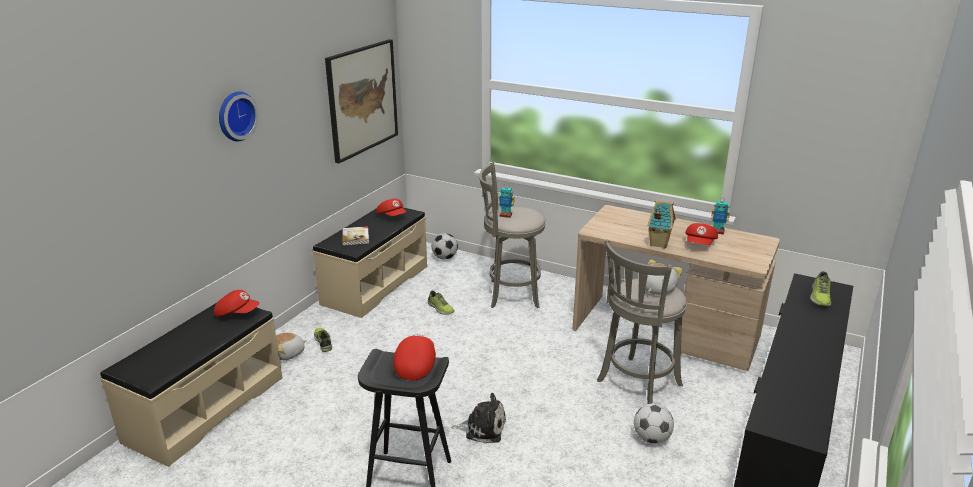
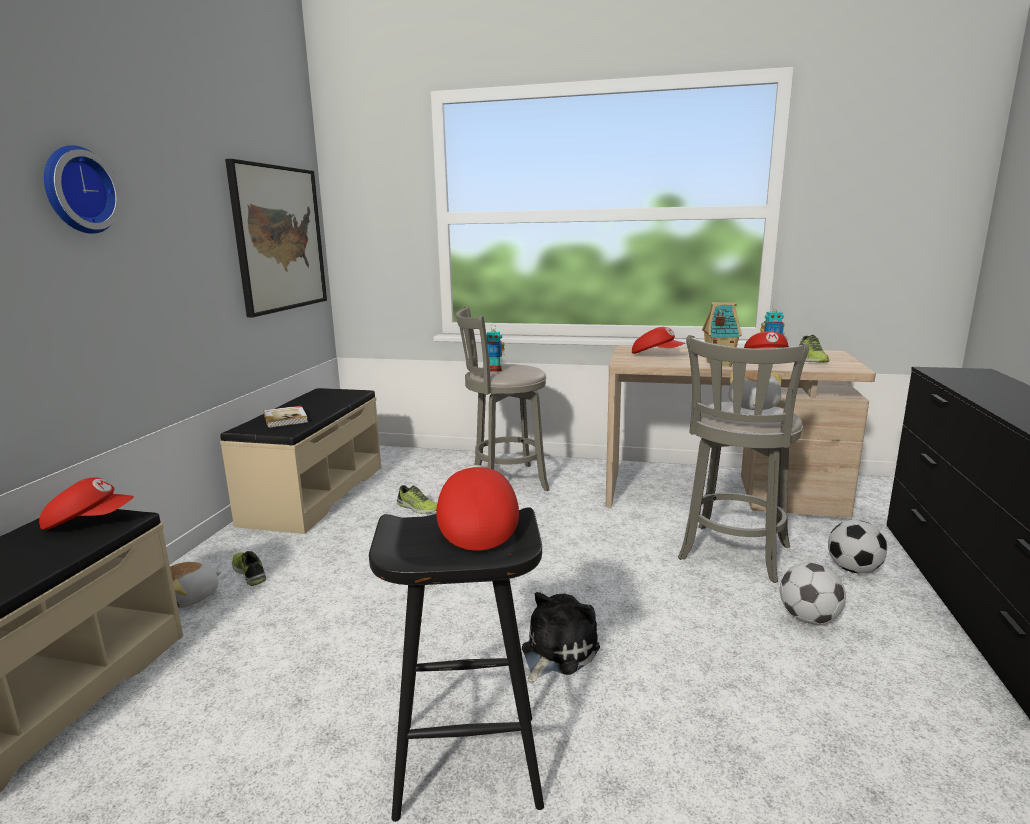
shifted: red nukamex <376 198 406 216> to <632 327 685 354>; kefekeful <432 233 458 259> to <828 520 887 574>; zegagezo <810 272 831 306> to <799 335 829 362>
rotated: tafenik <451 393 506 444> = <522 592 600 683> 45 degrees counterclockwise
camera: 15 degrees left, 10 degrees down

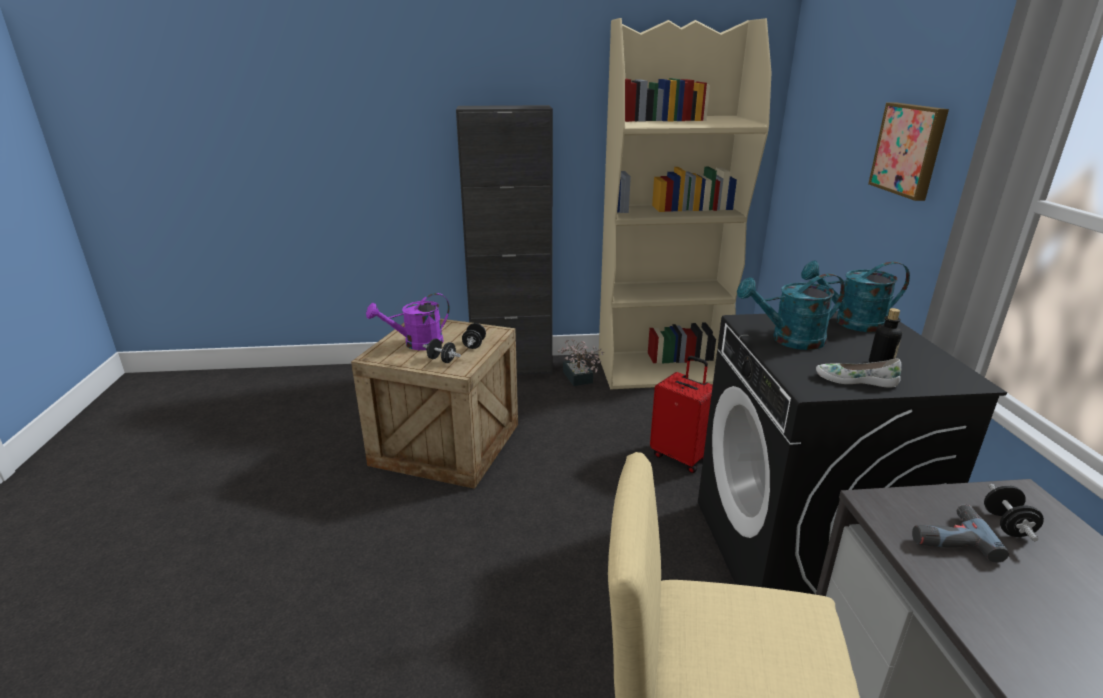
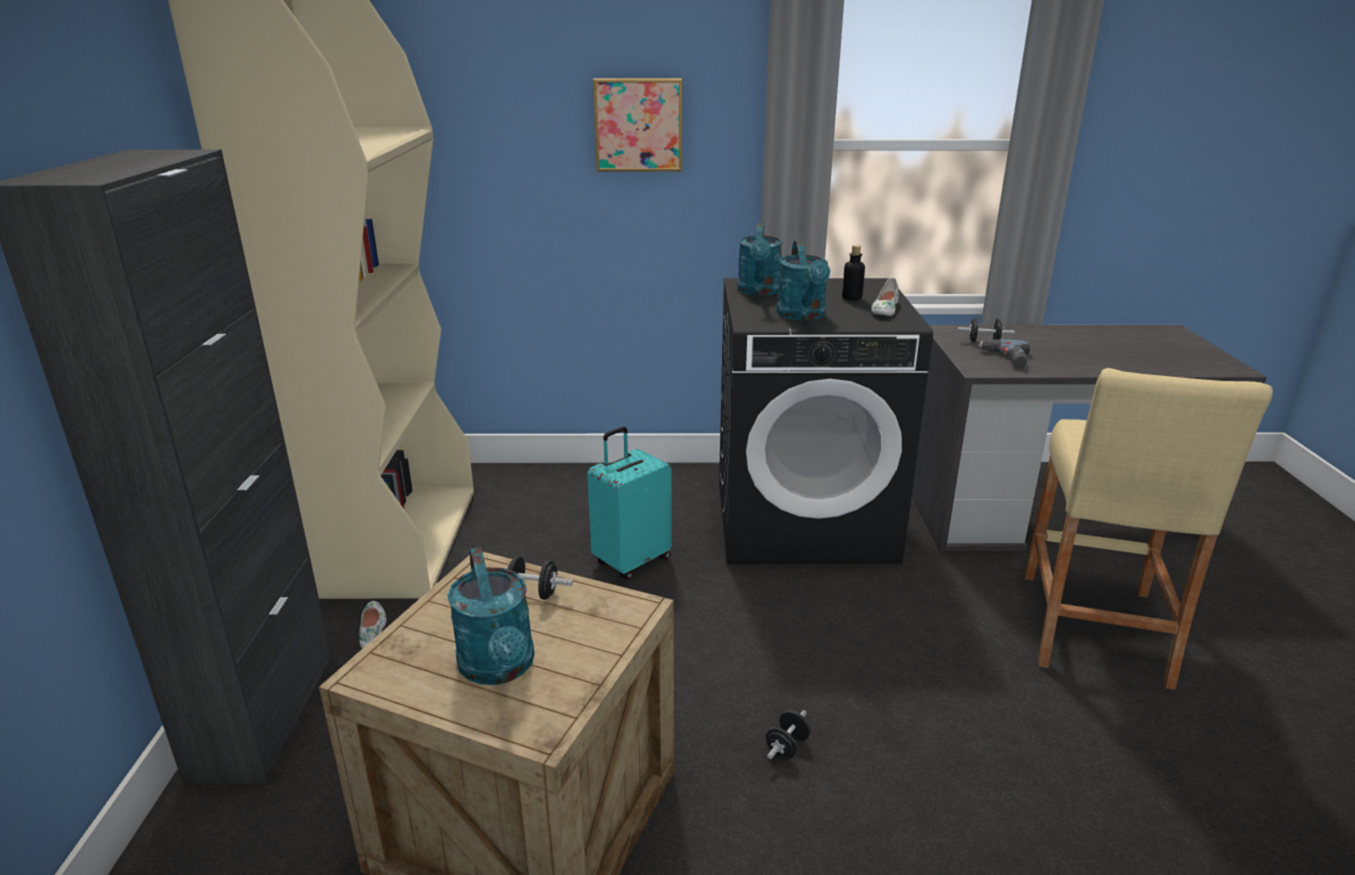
shifted: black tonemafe <423 338 461 363> to <766 710 811 759>
swapped: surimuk <558 339 604 386> to white zegagezo <359 601 386 649>
repainted: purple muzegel <366 293 450 350> to turquoise muzegel <448 547 535 685>; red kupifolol <650 356 713 473> to turquoise kupifolol <587 426 672 580>
camera: 85 degrees left, 0 degrees up

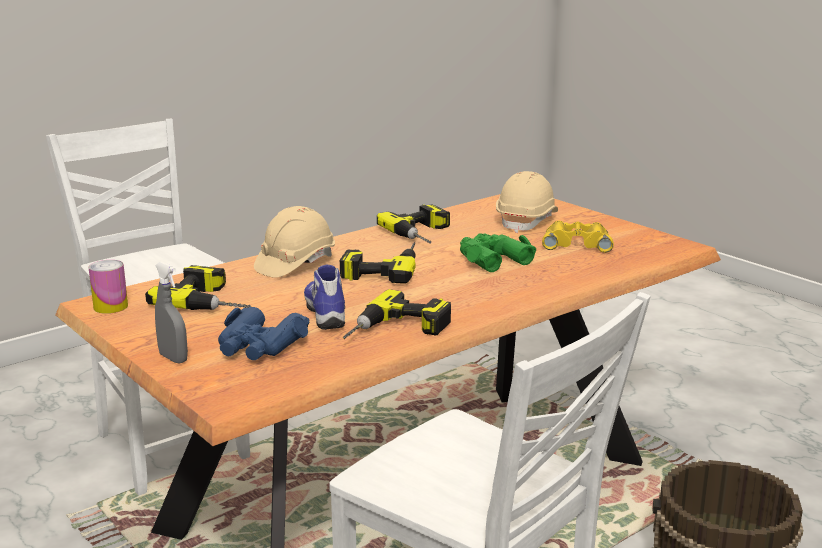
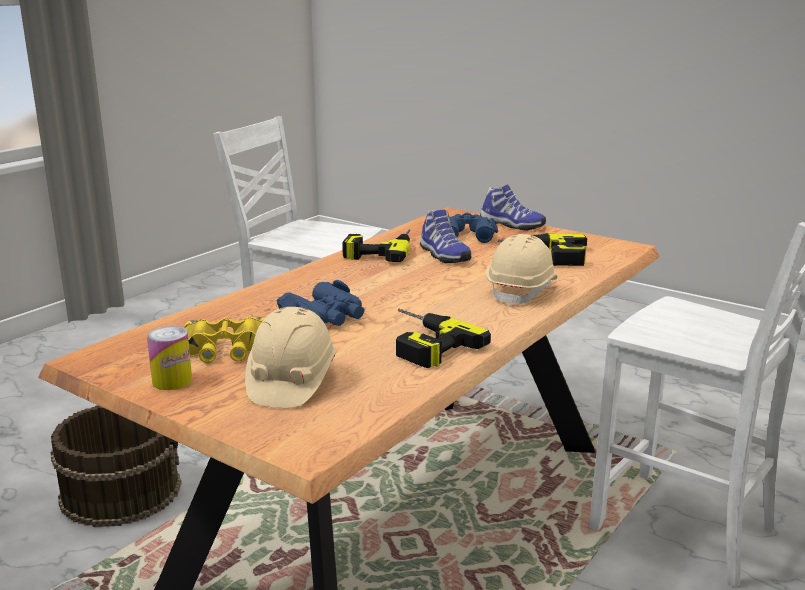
gone: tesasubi <340 242 416 284>
shifted: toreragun <88 260 128 314> to <147 326 192 390>
swapped: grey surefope <155 261 188 364> to zegagezo <480 184 546 231>
repainted: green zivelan <460 233 536 272> to blue zivelan <276 280 364 326>
camera: 165 degrees right, 0 degrees up

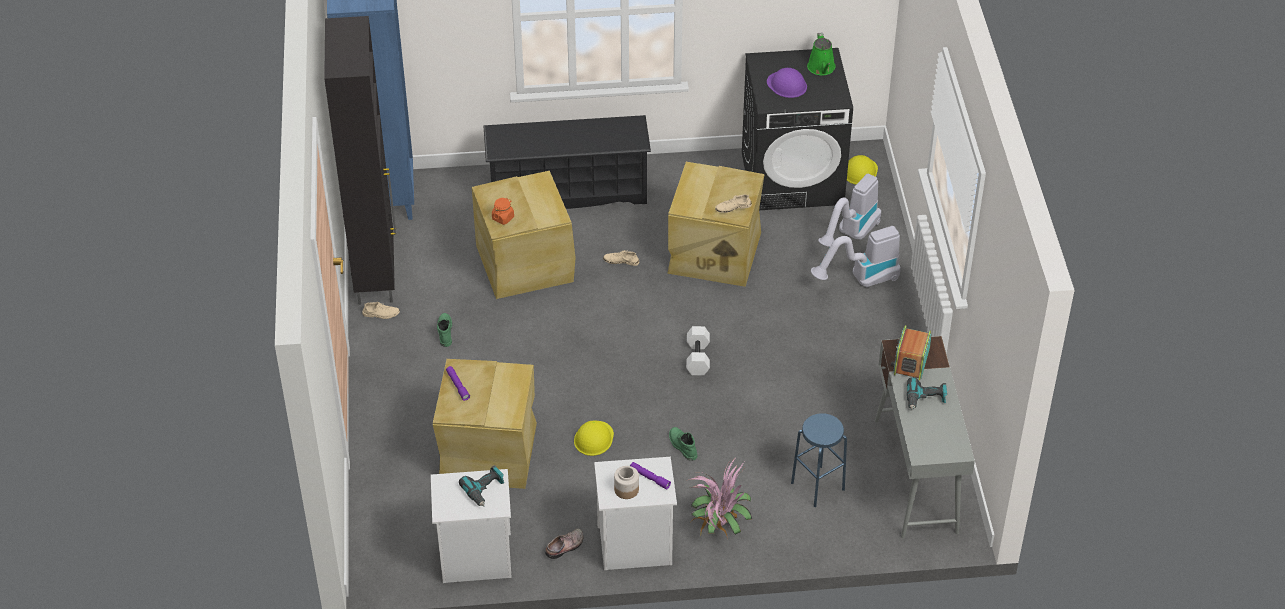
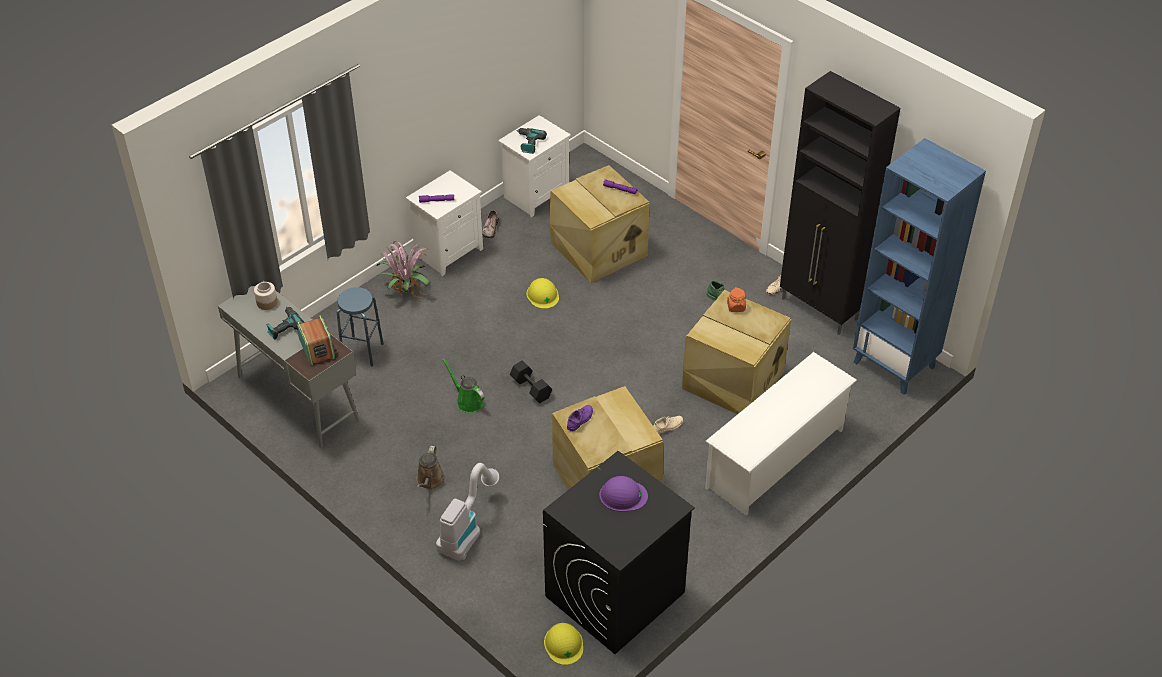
gone: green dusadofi <669 427 697 461>; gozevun <818 174 881 247>
new: brown muzegel <416 446 445 490>
shifted: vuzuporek <614 466 639 499> to <254 282 277 310>; green muzegel <807 32 836 75> to <442 358 485 413>
repainted: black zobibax <483 115 651 209> to white zobibax <705 352 857 515>; white tonemafe <686 326 710 376> to black tonemafe <510 361 552 403>; beige zegagezo <715 194 752 213> to purple zegagezo <567 405 593 431>
camera: 140 degrees right, 0 degrees up

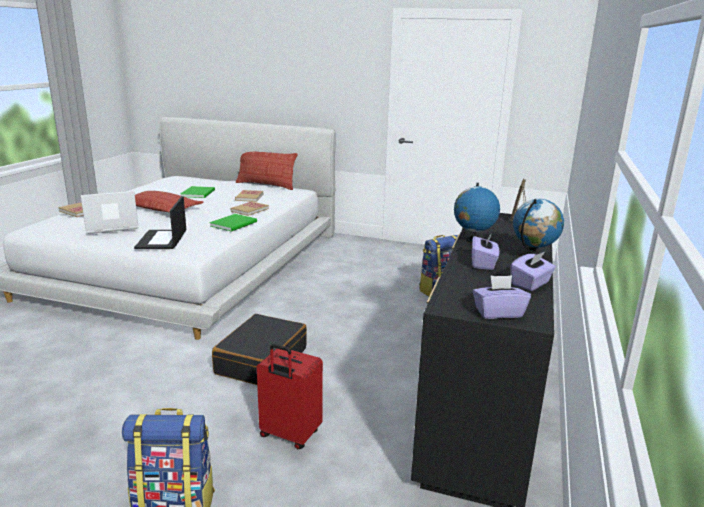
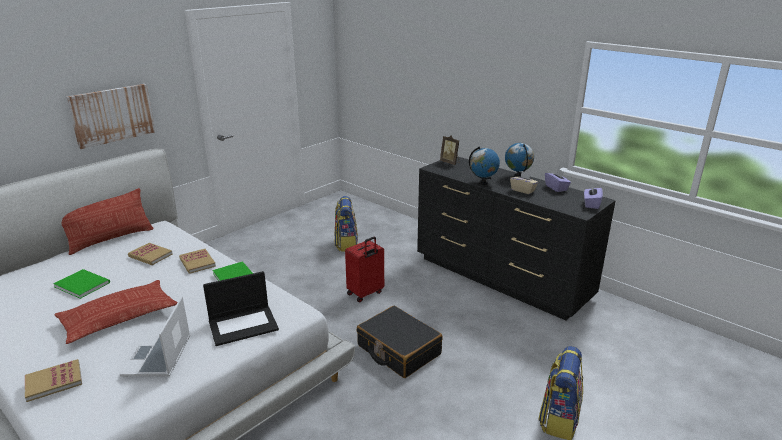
new: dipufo <66 84 156 149>
shifted: red kupifolol <257 344 323 449> to <345 237 384 302>
repainted: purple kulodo <472 232 499 270> to beige kulodo <510 171 538 194>
rotated: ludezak <134 196 186 249> = <203 271 279 346> 45 degrees counterclockwise
camera: 65 degrees left, 5 degrees up

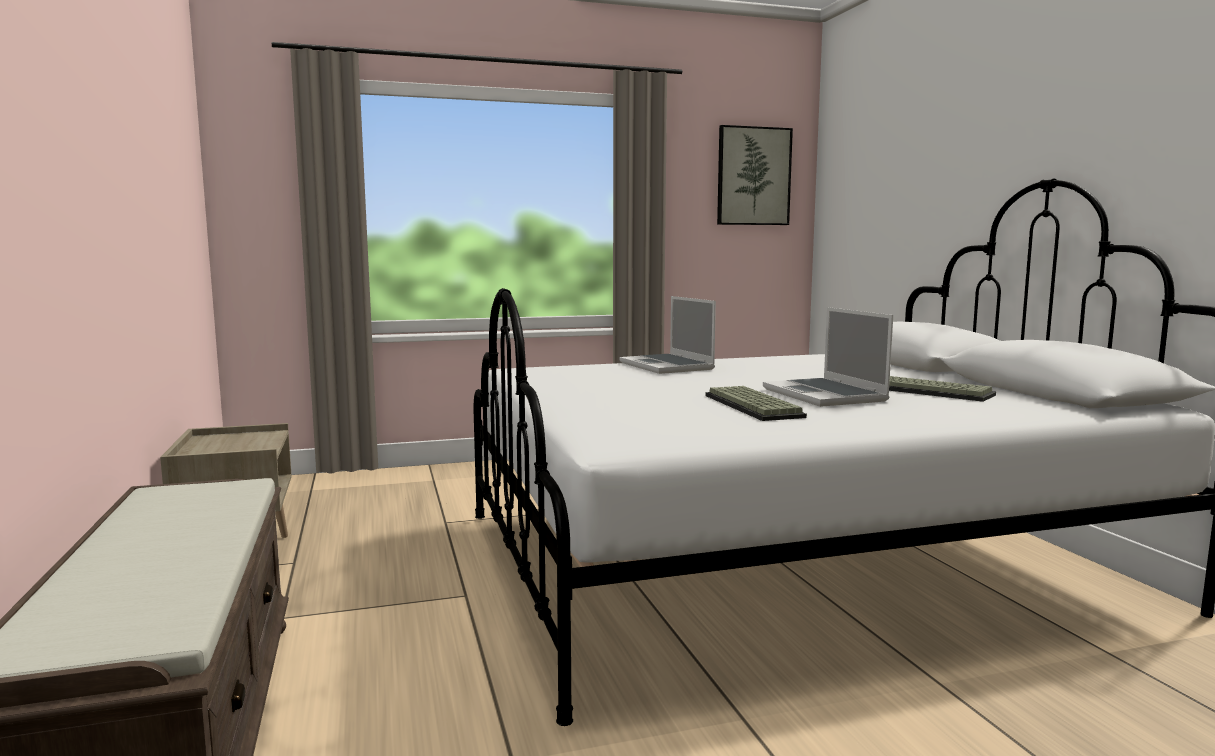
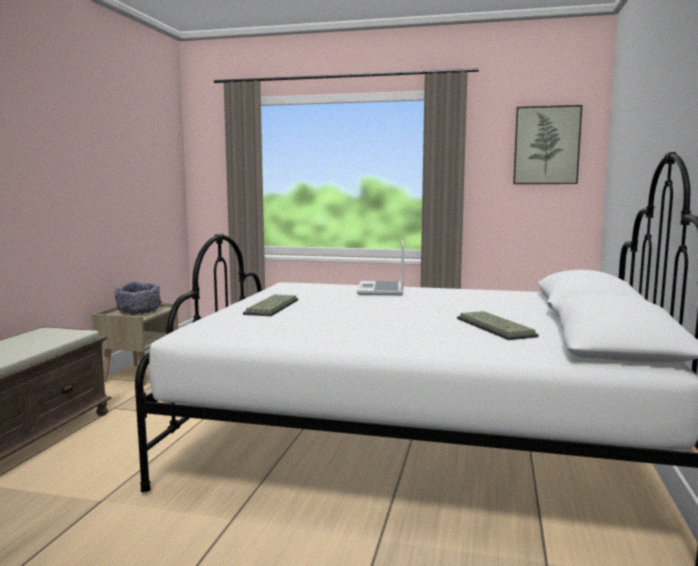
gone: ludezak <763 307 893 407>
new: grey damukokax <114 281 162 315>
shifted: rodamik <705 386 807 421> to <243 294 298 316>
camera: 30 degrees right, 0 degrees up

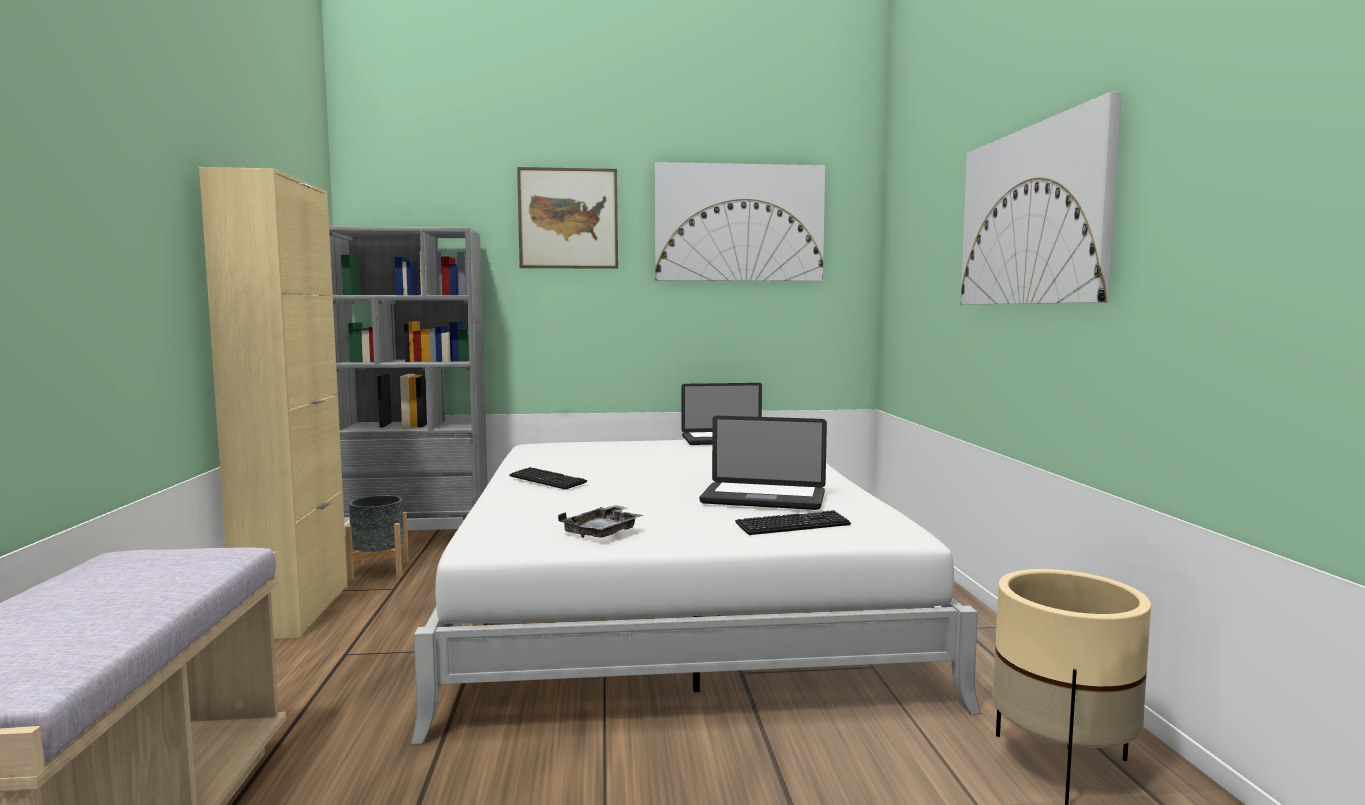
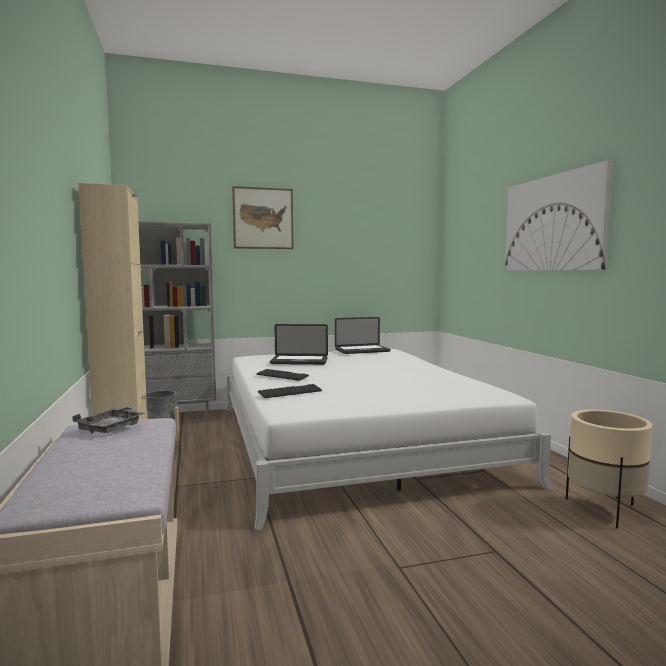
gone: dipufo <655 162 825 281>
shifted: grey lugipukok <558 505 643 538> to <72 406 145 434>; ludezak <700 416 827 510> to <270 324 328 365>; rodamik <735 510 851 535> to <258 384 322 398>
camera: 10 degrees left, 0 degrees up

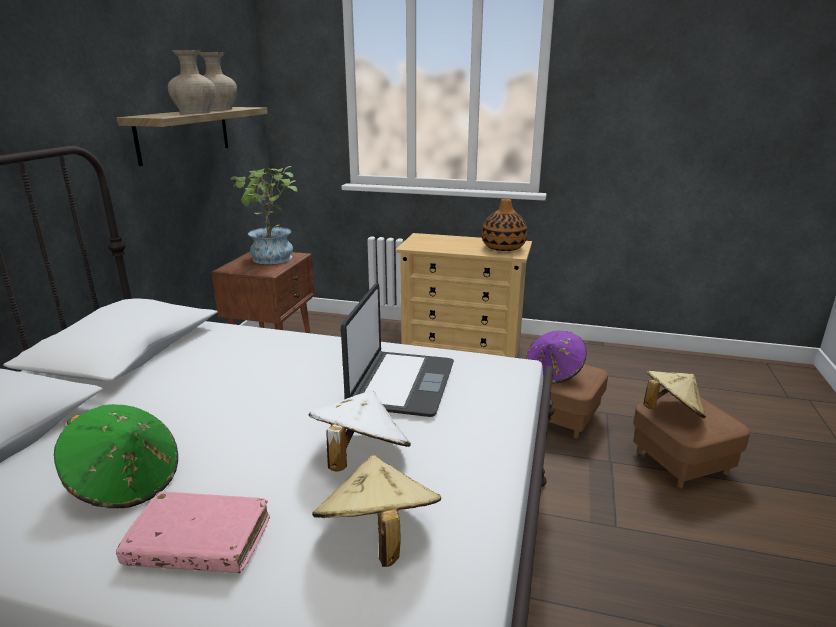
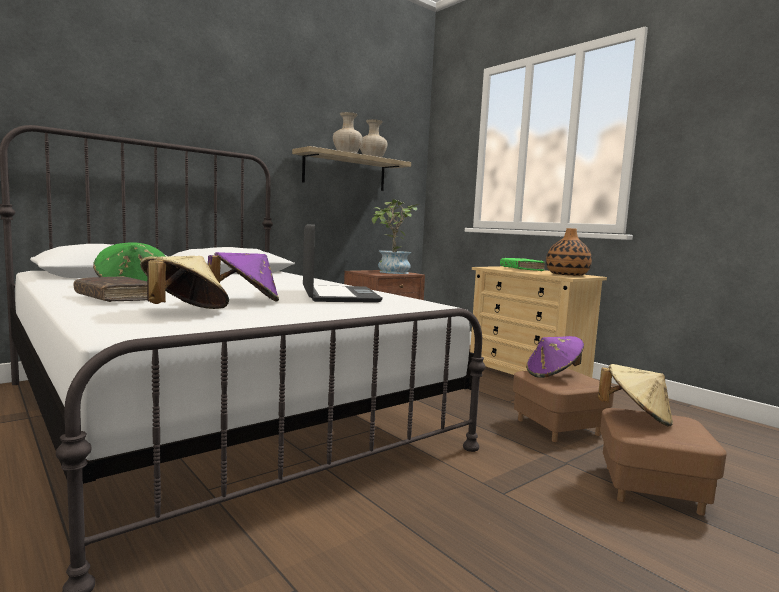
new: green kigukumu <500 258 545 271>
repainted: pink kigukumu <116 492 270 573> to brown kigukumu <74 276 147 302>; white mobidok <309 390 411 472> to purple mobidok <208 252 279 302>
rotated: ludezak <341 283 454 417> = <303 224 383 303> 60 degrees counterclockwise
camera: 35 degrees right, 15 degrees down

